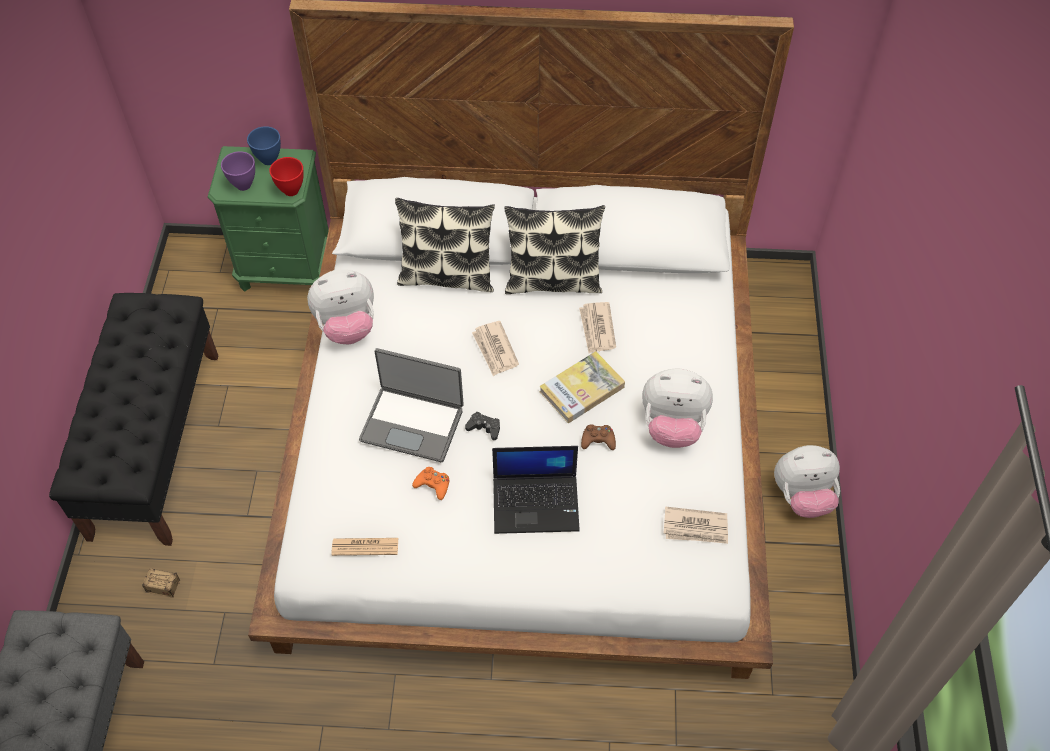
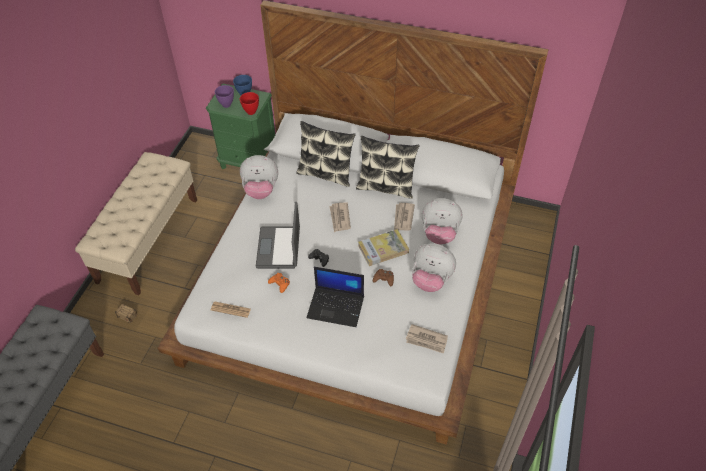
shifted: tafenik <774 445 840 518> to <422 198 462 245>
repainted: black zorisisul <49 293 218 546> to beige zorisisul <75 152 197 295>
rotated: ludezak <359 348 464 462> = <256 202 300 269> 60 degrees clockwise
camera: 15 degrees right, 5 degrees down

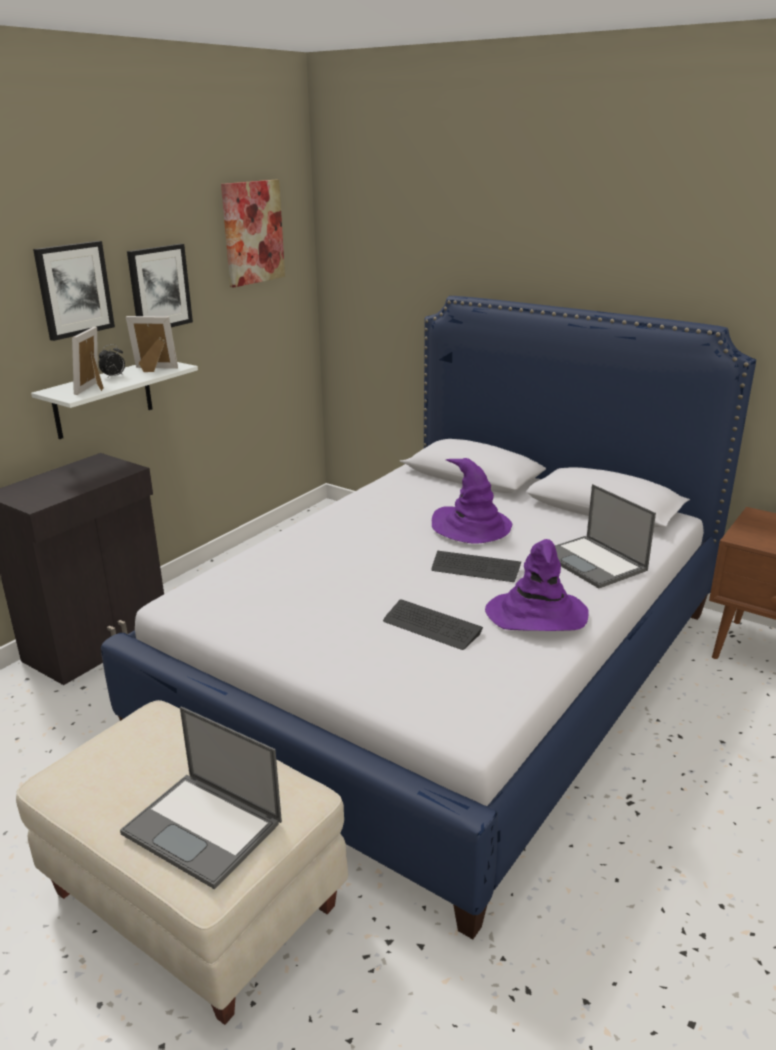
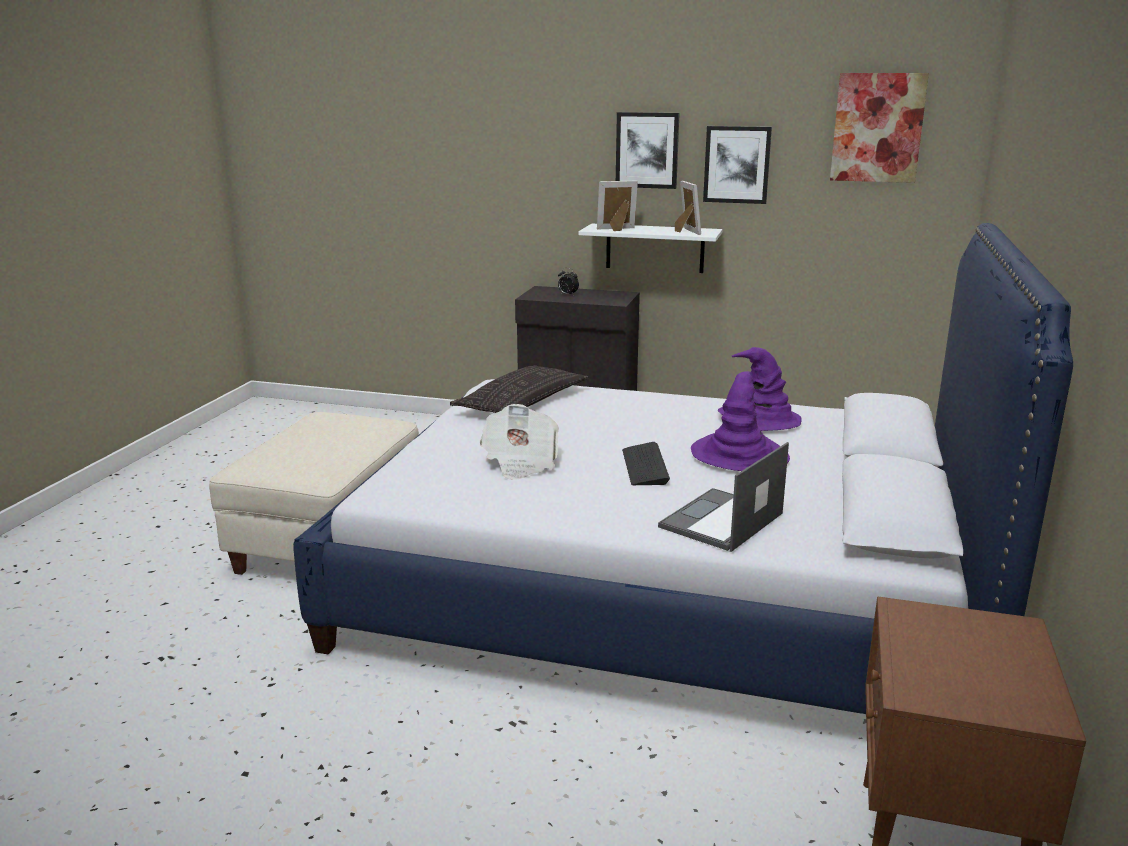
gone: ludezak <120 706 282 889>
new: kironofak <450 365 588 413>
shifted: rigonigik <99 344 125 379> to <558 268 579 295>; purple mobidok <485 539 589 631> to <717 347 802 431>
swapped: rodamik <383 599 483 650> to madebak <480 404 559 480>
camera: 70 degrees right, 5 degrees down

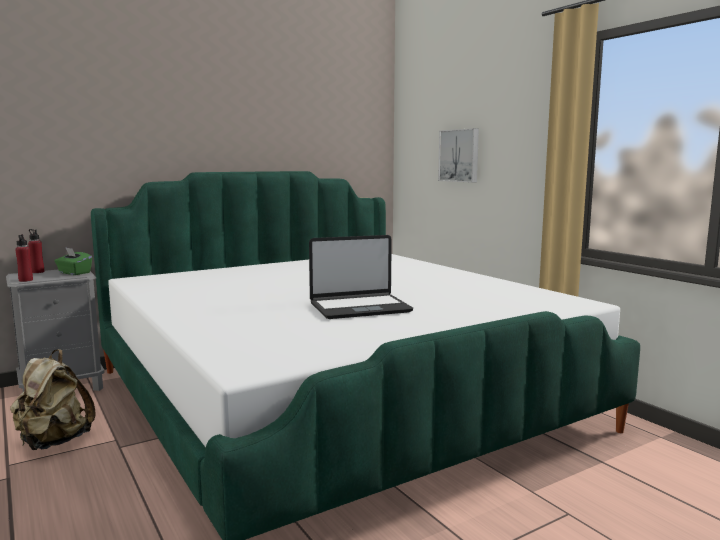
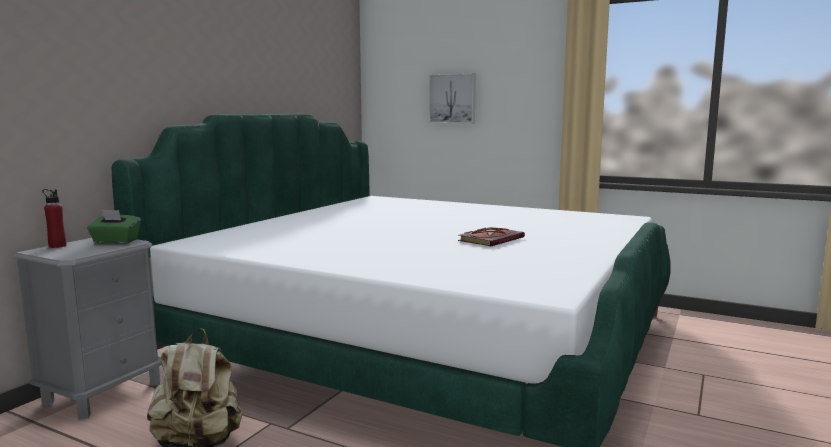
gone: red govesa <15 234 33 282>
swapped: ludezak <309 235 413 319> to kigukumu <458 227 525 246>
camera: 30 degrees left, 0 degrees up

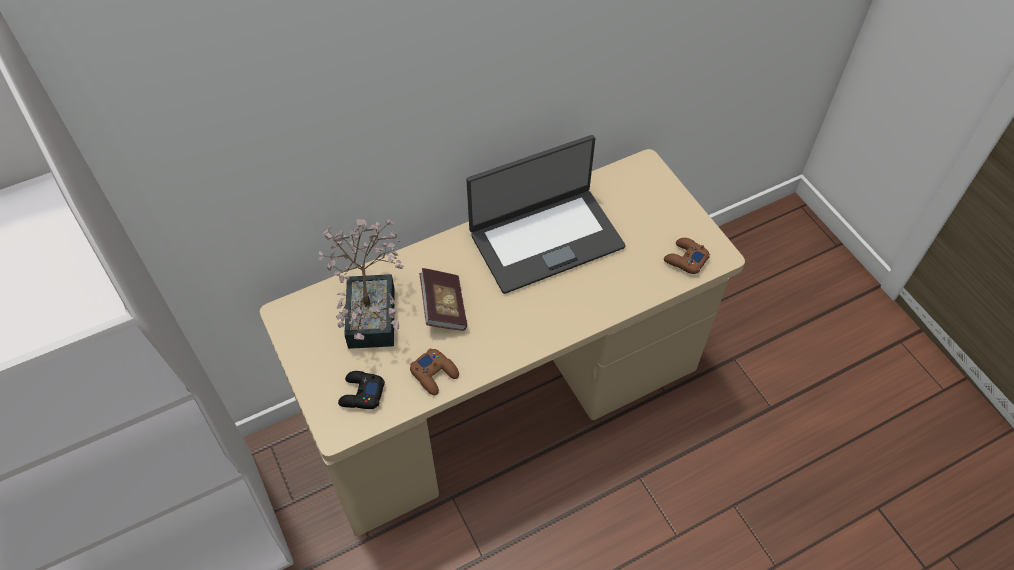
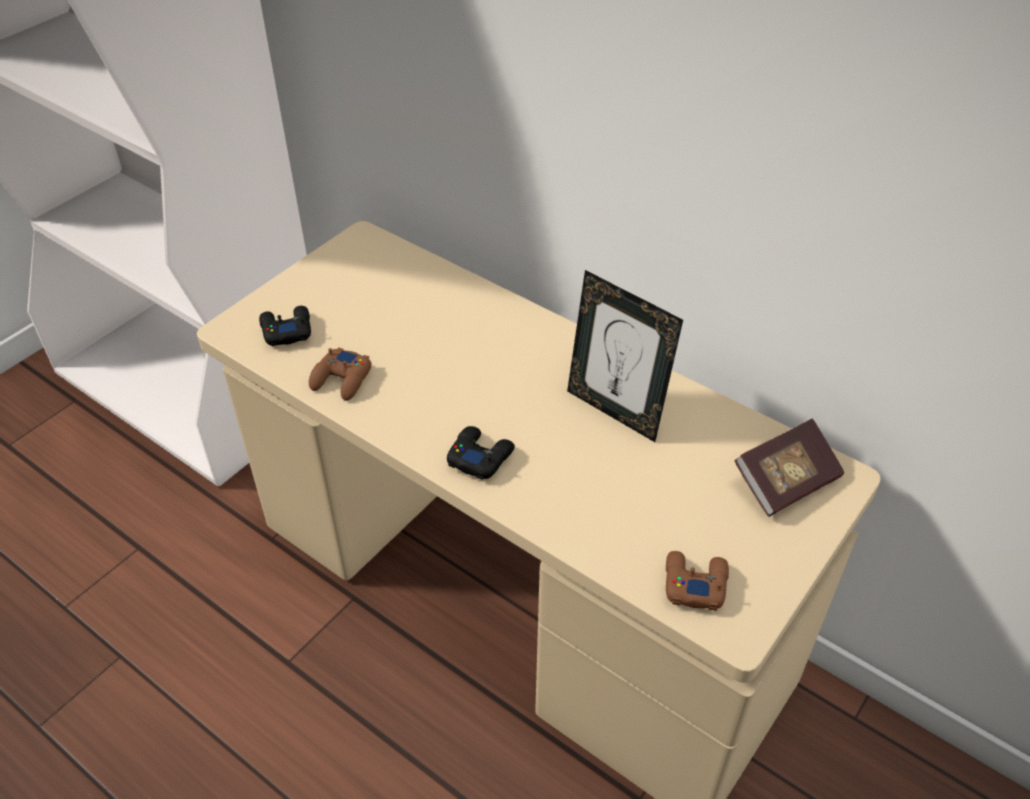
gone: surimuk <319 219 404 349>
new: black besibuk <447 426 515 480>
shifted: kigukumu <420 268 467 331> to <734 418 844 517>
swapped: ludezak <467 135 625 294> to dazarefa <567 270 683 442>
camera: 65 degrees right, 10 degrees down

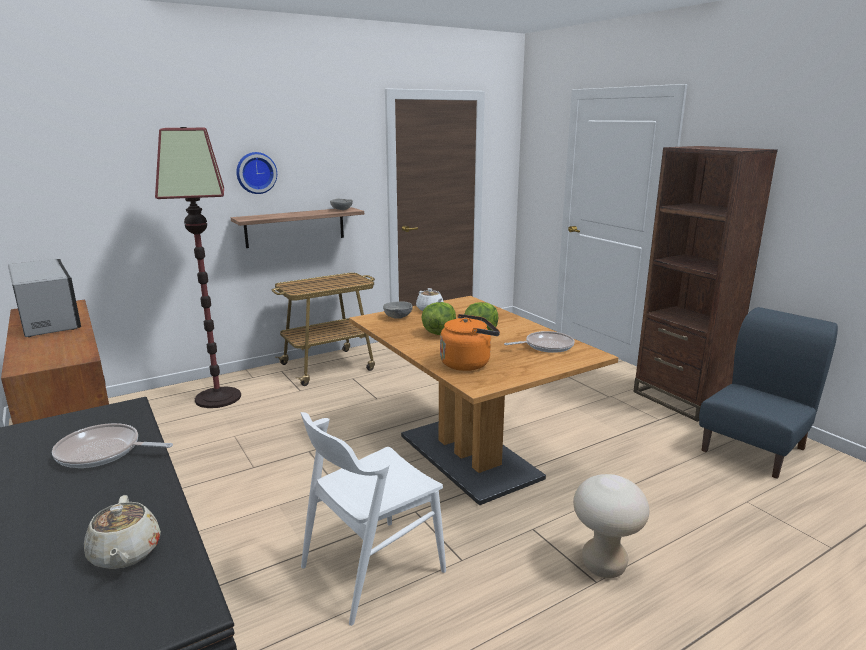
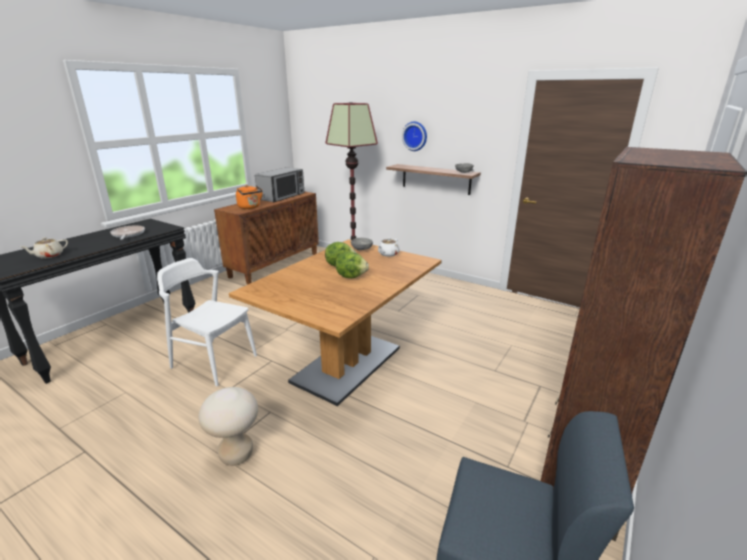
gone: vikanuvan <272 273 375 386>; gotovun <504 331 575 353>
shifted: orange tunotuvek <440 314 500 371> to <236 185 263 209>
camera: 65 degrees right, 5 degrees up

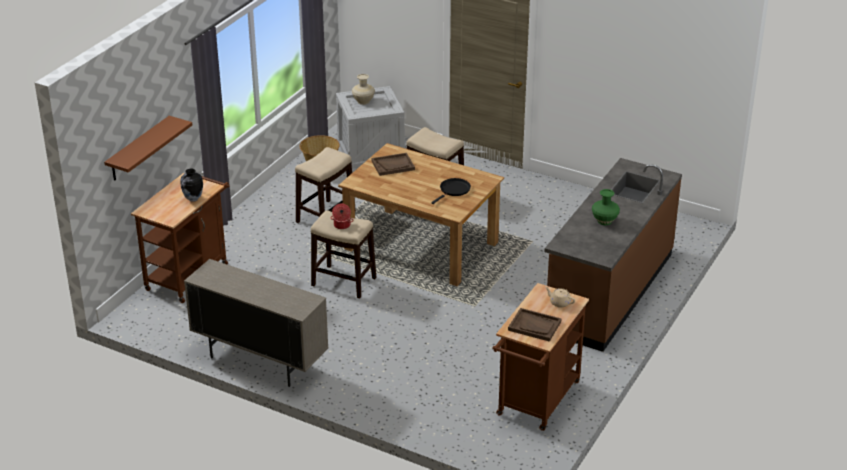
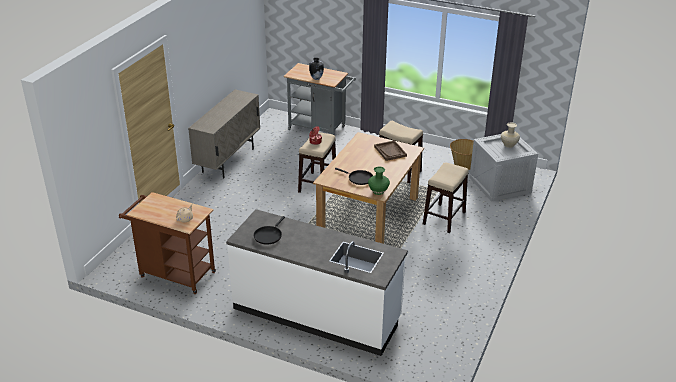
gone: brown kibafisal <104 116 192 181>; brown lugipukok <508 308 561 342>
new: black gotovun <254 216 285 245>
shifted: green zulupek <592 189 620 225> to <368 167 390 195>
repainted: brown vikanuvan <131 173 230 303> to grey vikanuvan <284 63 356 135>; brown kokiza <545 158 682 352> to white kokiza <226 209 408 356>
camera: 85 degrees right, 0 degrees up

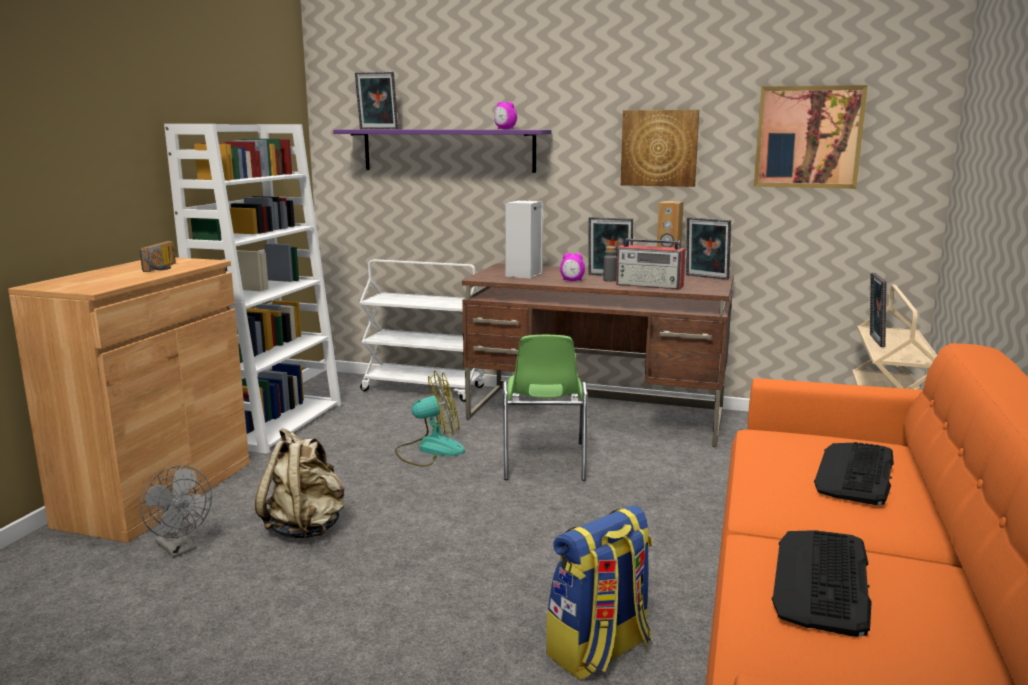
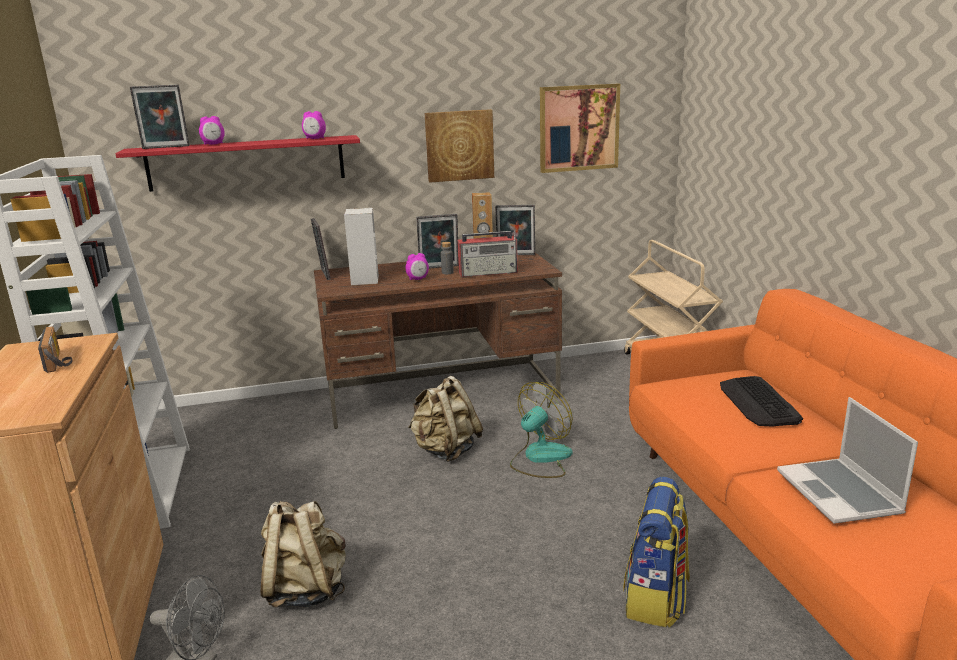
gone: white vikanuvan <359 259 486 402>
new: rigonigik <199 116 225 145>
shifted: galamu <395 371 465 467> to <510 382 573 478>; dazarefa <870 273 886 347> to <311 218 331 280>
swapped: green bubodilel <503 335 587 481> to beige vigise <408 376 483 462>; rodamik <772 530 872 637> to ludezak <777 397 918 524>
repainted: purple kibafisal <333 130 552 173> to red kibafisal <116 135 360 192>
camera: 30 degrees left, 5 degrees up

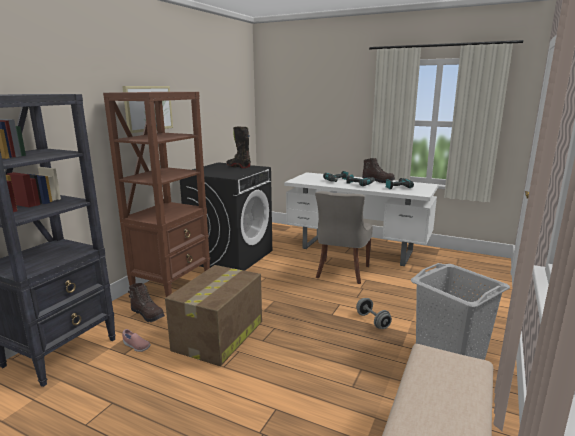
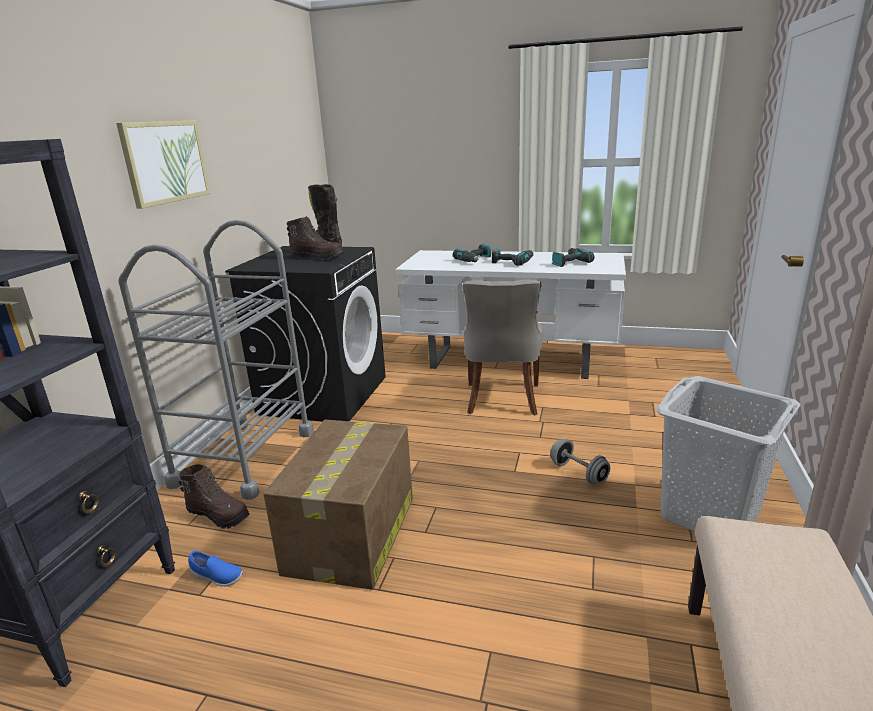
shifted: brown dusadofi <362 158 395 183> to <287 216 343 260>
swapped: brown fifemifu <103 92 210 297> to grey vikanuvan <118 220 314 500>
repainted: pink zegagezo <122 329 151 352> to blue zegagezo <188 551 243 587>
camera: 10 degrees left, 5 degrees up

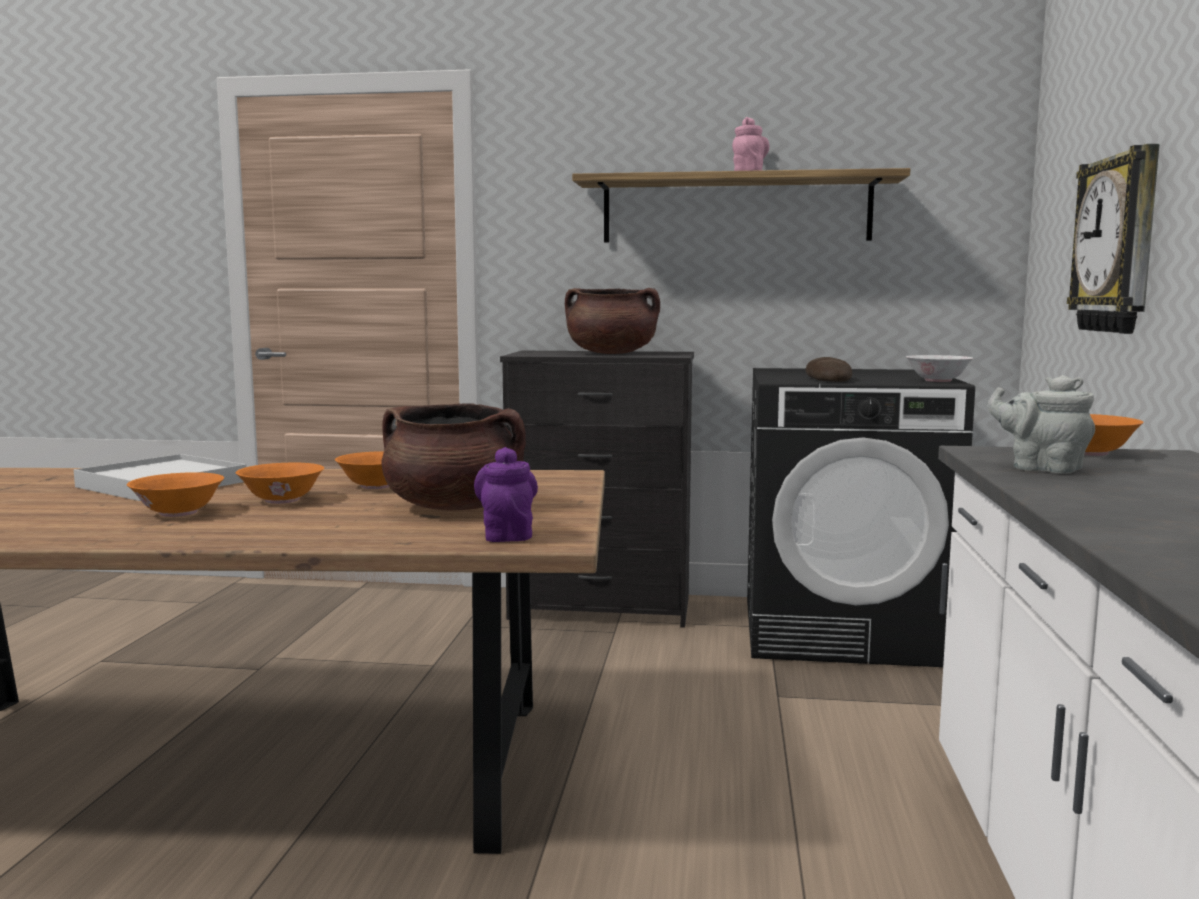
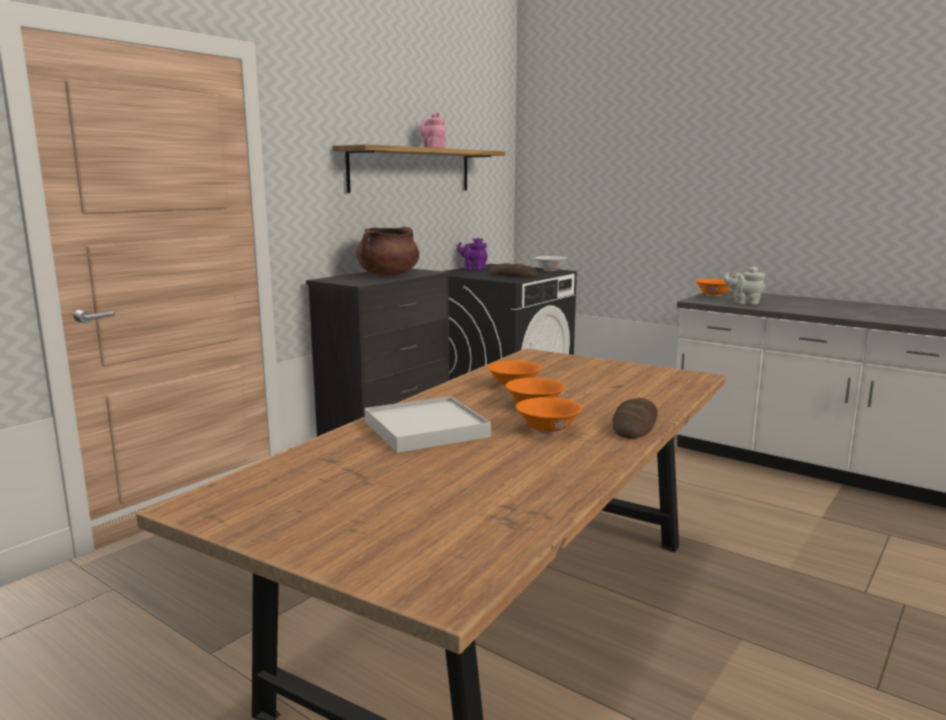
gone: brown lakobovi <382 403 526 510>; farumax <1067 144 1159 334>
new: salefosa <613 398 658 439>
shifted: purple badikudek <474 447 538 542> to <456 238 488 270>
rotated: grey badikudek <987 375 1095 474> = <723 266 765 305> 45 degrees clockwise
camera: 60 degrees left, 5 degrees up

